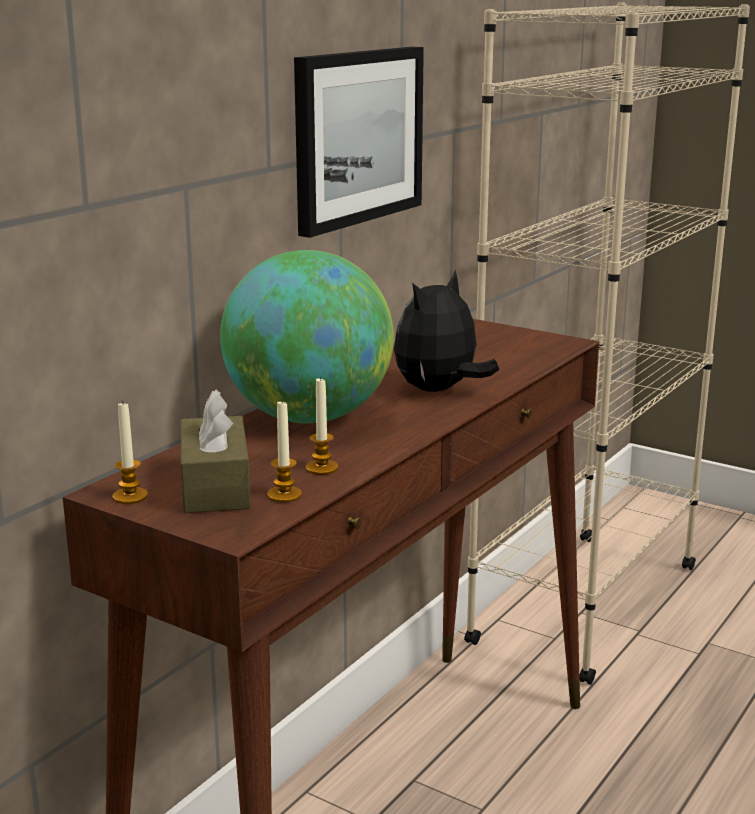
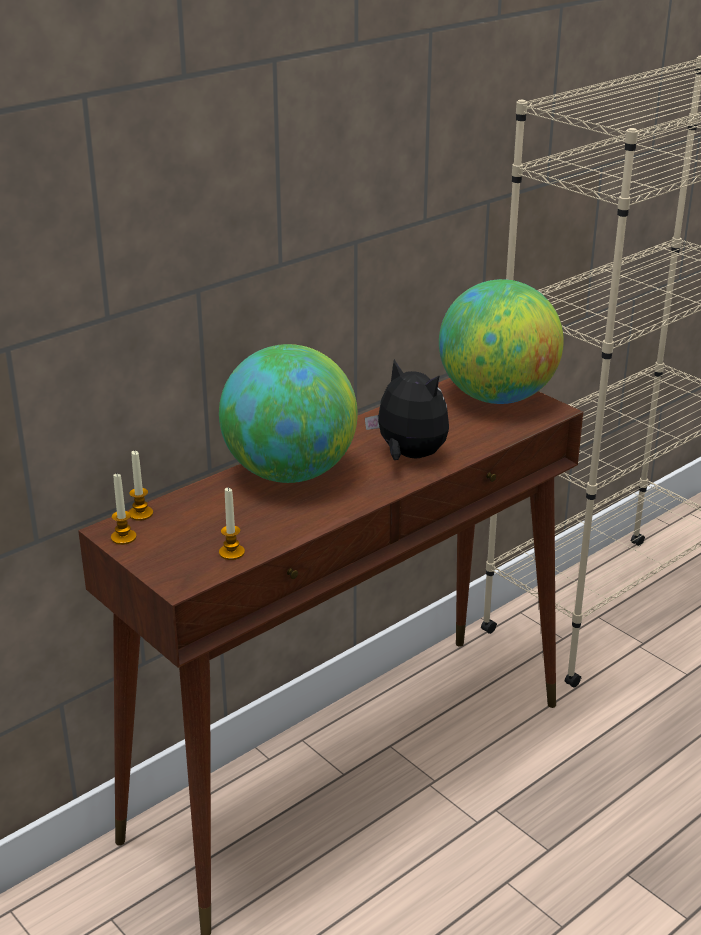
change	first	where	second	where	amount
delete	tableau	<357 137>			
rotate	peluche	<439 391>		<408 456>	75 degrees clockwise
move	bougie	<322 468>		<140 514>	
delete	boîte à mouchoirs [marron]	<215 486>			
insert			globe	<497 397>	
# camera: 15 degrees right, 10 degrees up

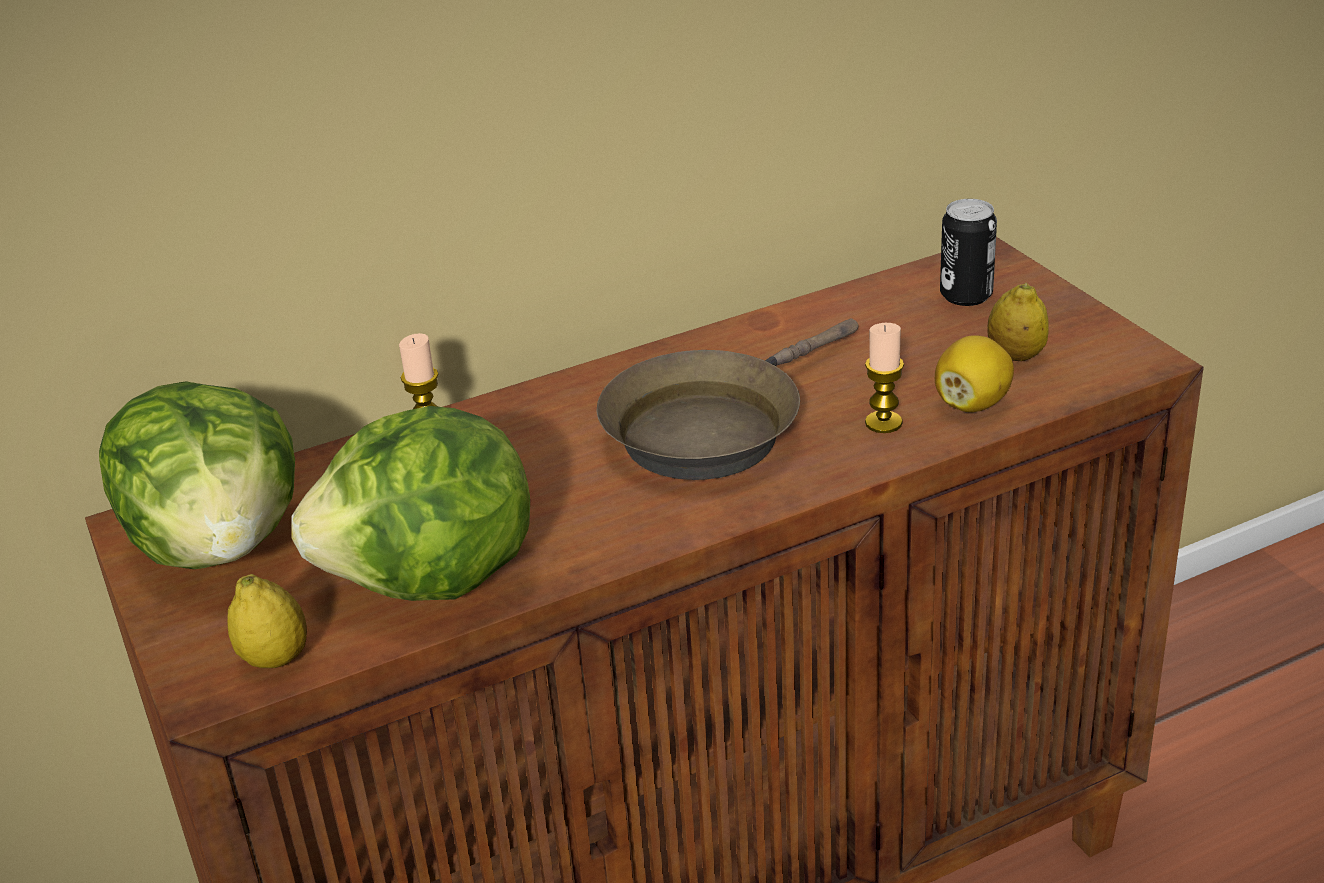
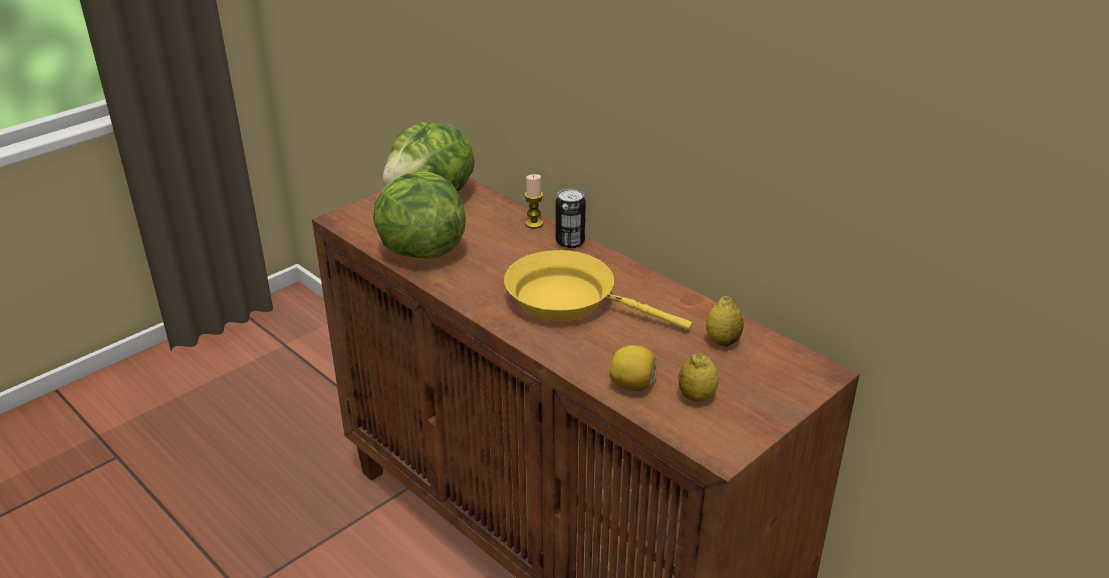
change	first	where	second	where	amount
move	boîte métallique	<966 295>		<570 242>	
recolor	poêle [marron]	<712 428>	poêle [jaune]	<569 300>	
delete	bougie	<883 423>			
move	citron	<275 659>		<722 341>	
# camera: 70 degrees right, 0 degrees up

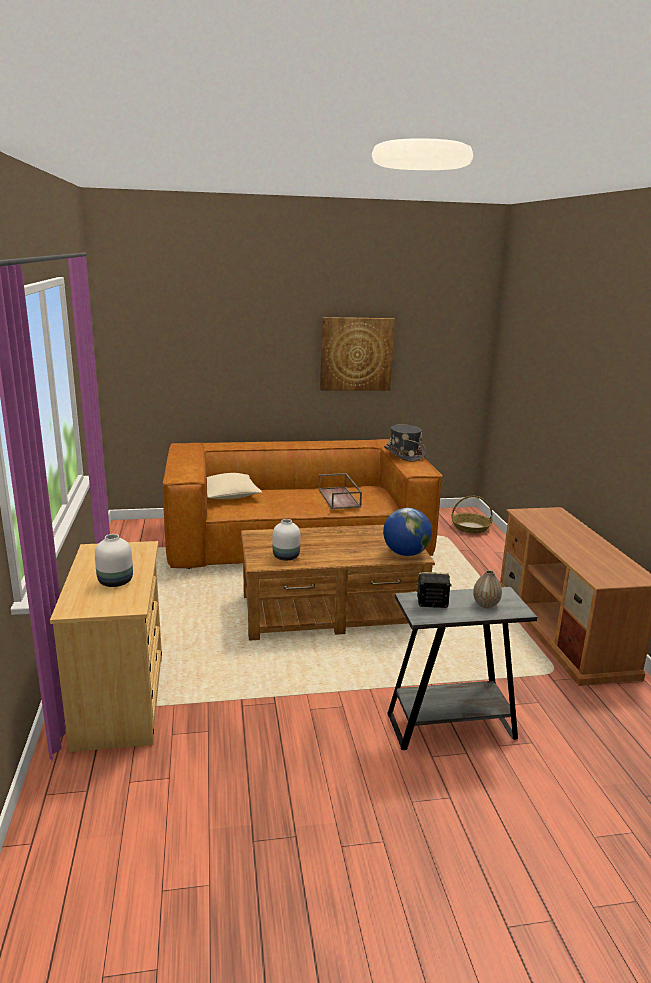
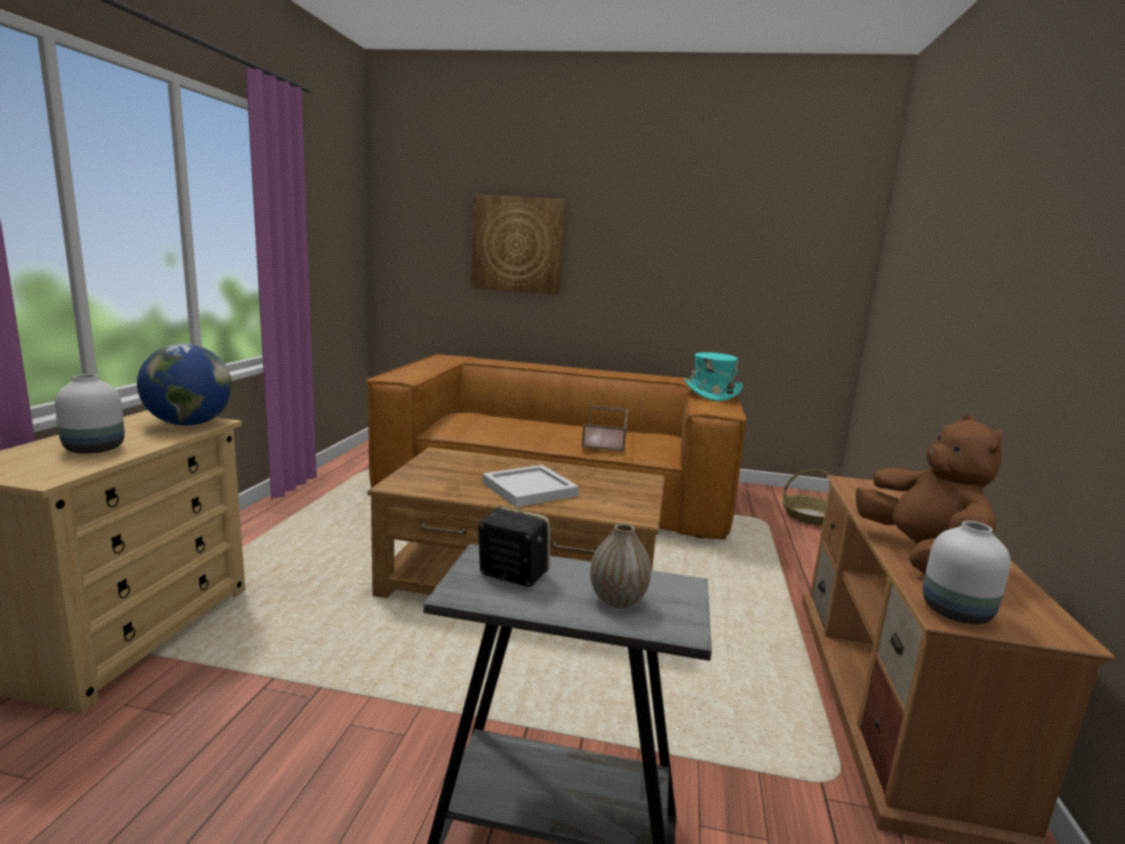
change	first	where	second	where	amount
move	tableau	<356 354>		<517 245>	
recolor	chapeau [gris]	<404 455>	chapeau [turquoise]	<711 394>	
delete	coussin [beige]	<229 495>			
move	globe	<406 553>		<189 424>	
move	vase [blanc]	<285 557>		<955 613>	
insert			peluche [marron]	<920 556>	
insert			plateau [blanc]	<531 489>	
# camera: 20 degrees right, 5 degrees down

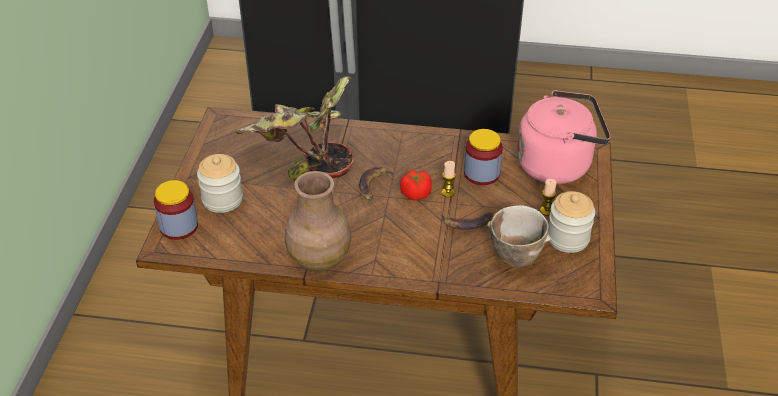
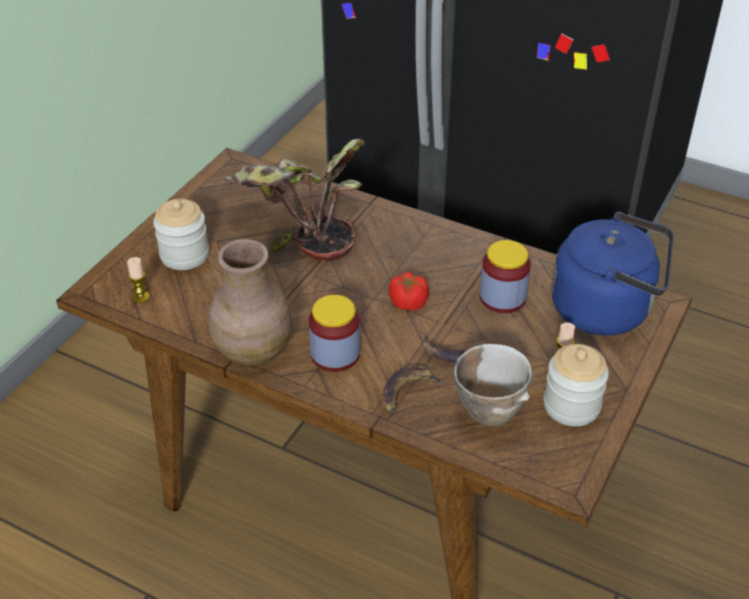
change	first	where	second	where	amount
recolor	bouilloire [rose]	<558 164>	bouilloire [bleu]	<607 310>	
move	bougie	<448 193>		<141 297>	
move	banane	<374 185>		<407 392>	
move	bocal	<179 226>		<335 354>	
# camera: 20 degrees right, 0 degrees up

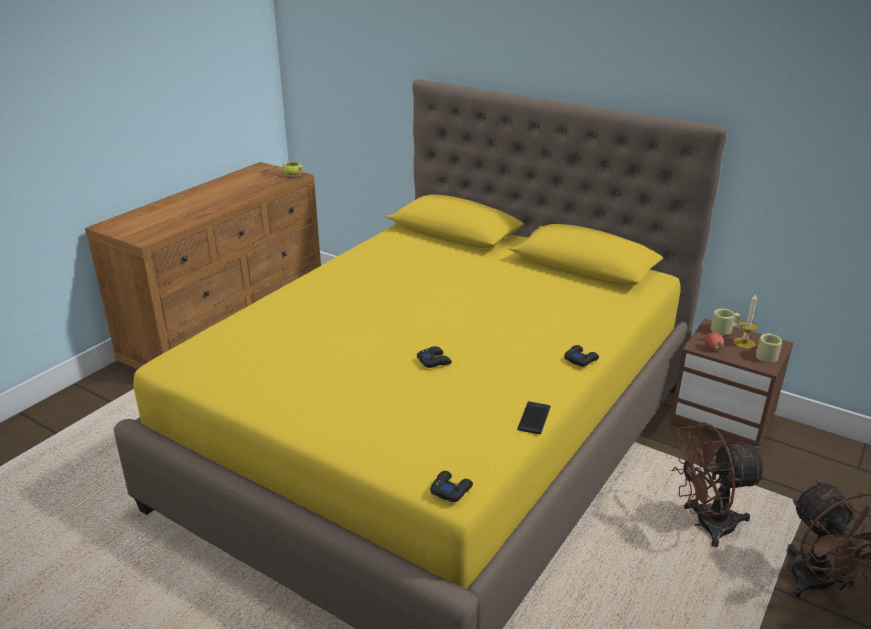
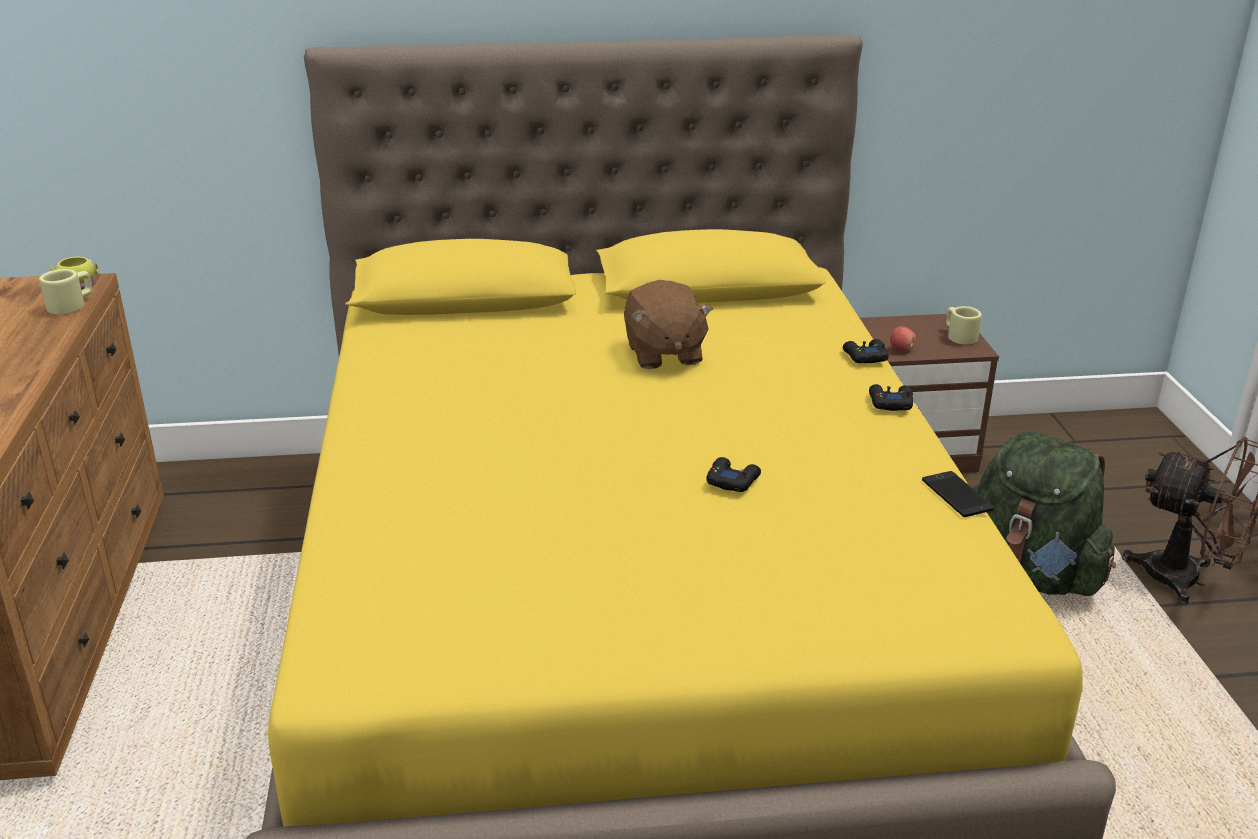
change	first	where	second	where	amount
delete	bougie	<744 343>			
move	mug [beige]	<724 330>		<72 305>	
replace	ventilateur [marron]	<705 525>	sac à dos [vert]	<1028 574>	
move	manette [noir]	<451 490>		<864 356>	
insert			peluche [marron]	<663 354>	
# camera: 40 degrees left, 0 degrees up

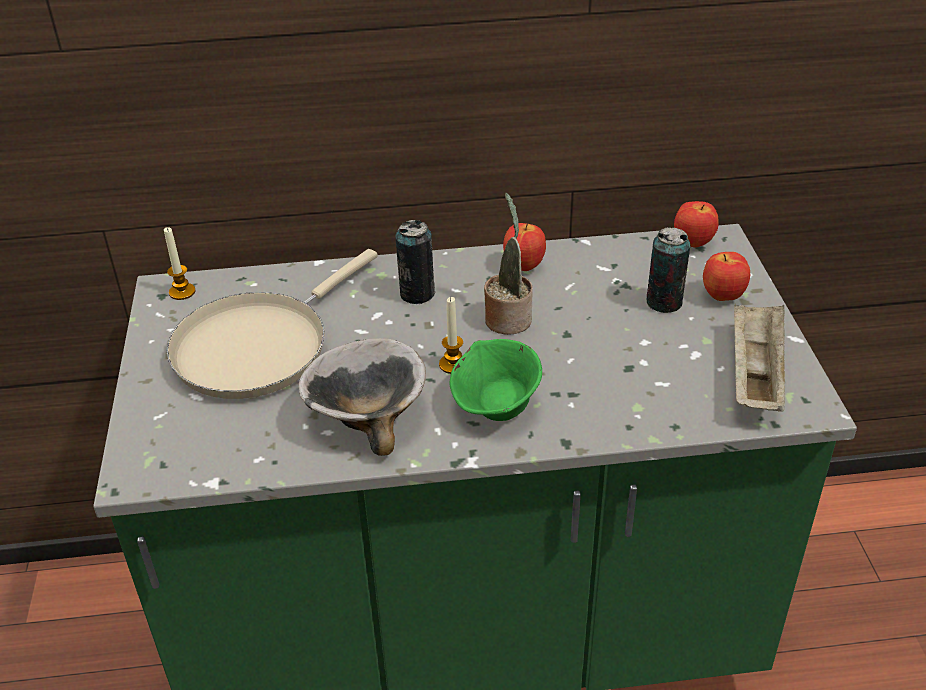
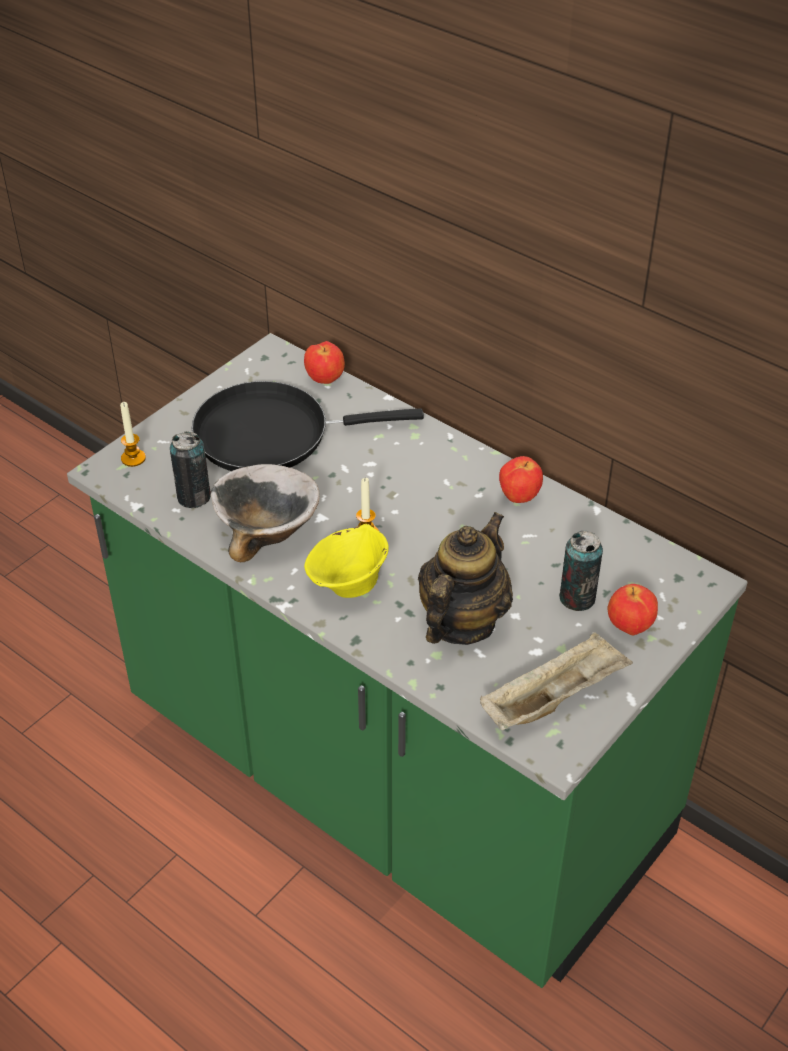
change	first	where	second	where	amount
delete	plante en pot	<508 318>			
move	pomme	<693 243>		<325 379>	
move	boîte métallique	<417 293>		<194 497>	
move	bougie	<182 292>		<133 458>	
recolor	poêle [beige]	<258 346>	poêle [noir]	<272 434>	
recolor	bol [vert]	<496 409>	bol [jaune]	<348 584>	
insert			théière	<461 622>	
# camera: 45 degrees right, 5 degrees up

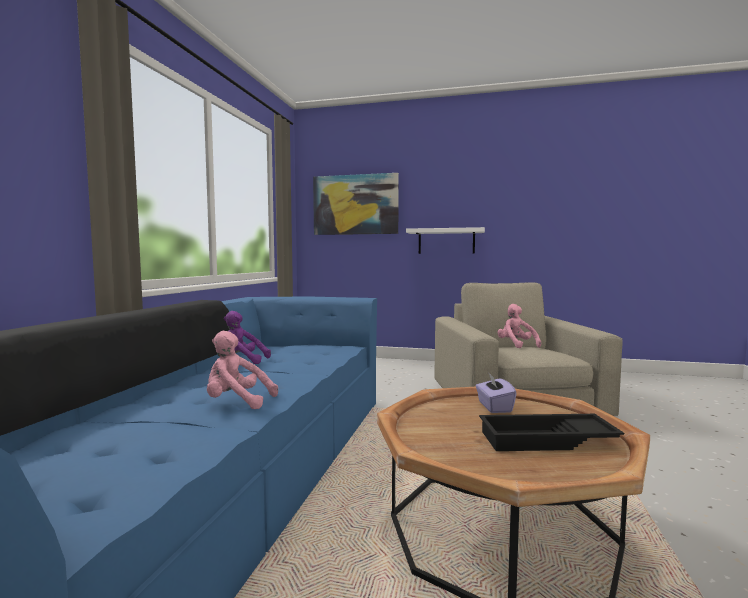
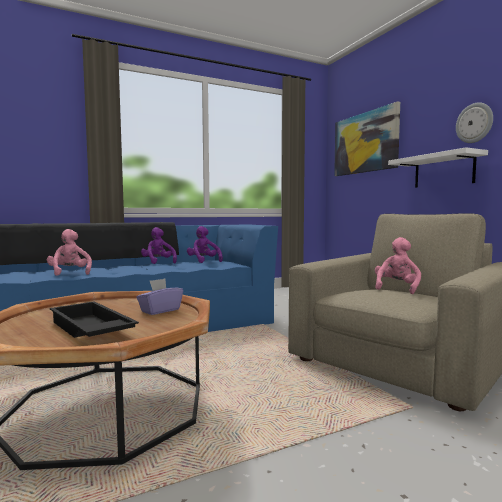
change	first	where	second	where	amount
insert			horloge murale	<474 123>	
insert			peluche [violet]	<203 261>	
# camera: 50 degrees right, 0 degrees up

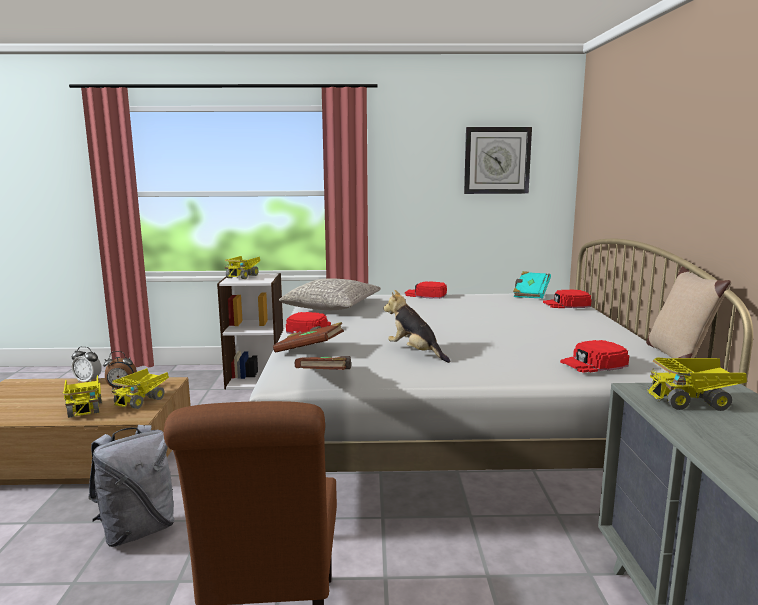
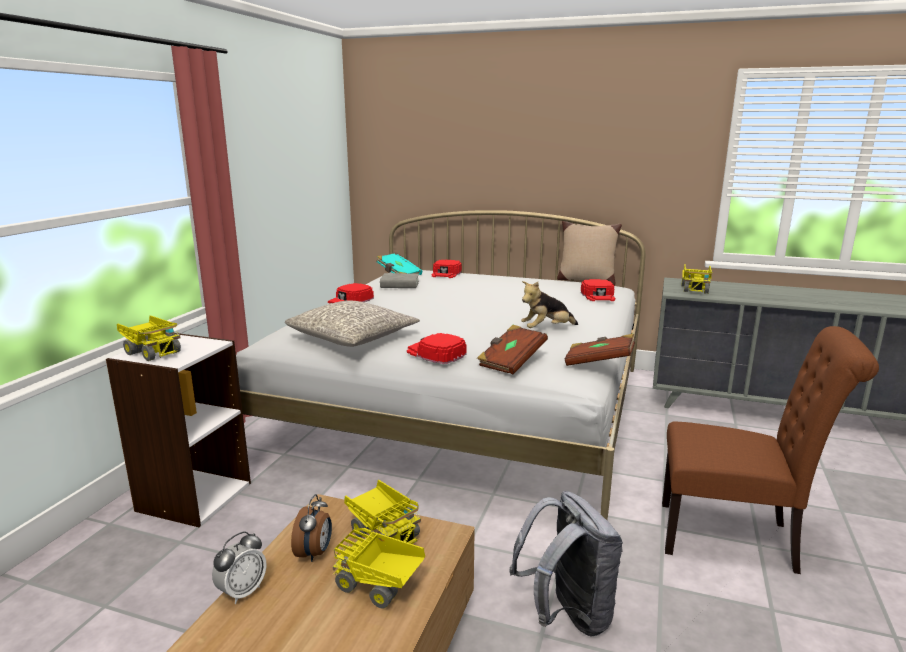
change	first	where	second	where	amount
delete	horloge murale	<497 160>			
rotate	camion jouet	<84 408>		<379 586>	150 degrees counterclockwise
insert			livre [gris]	<399 285>	
# camera: 70 degrees left, 5 degrees up

